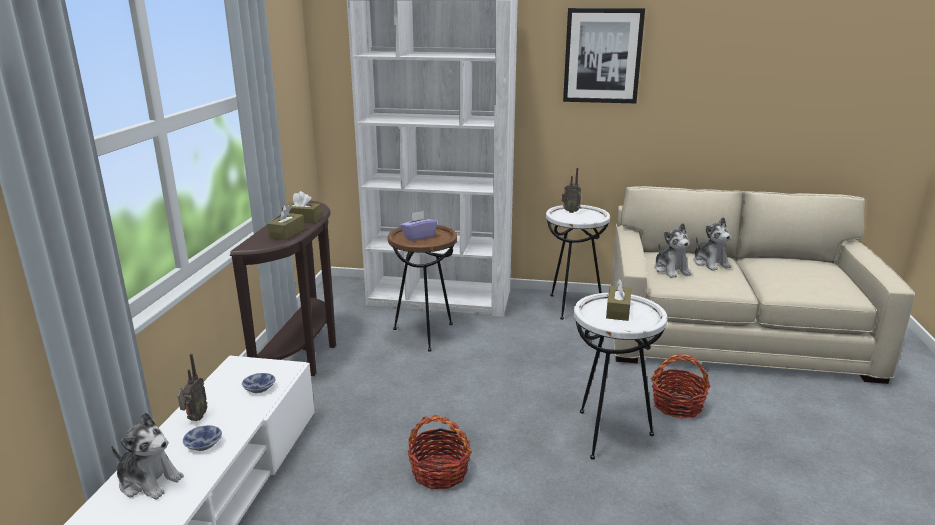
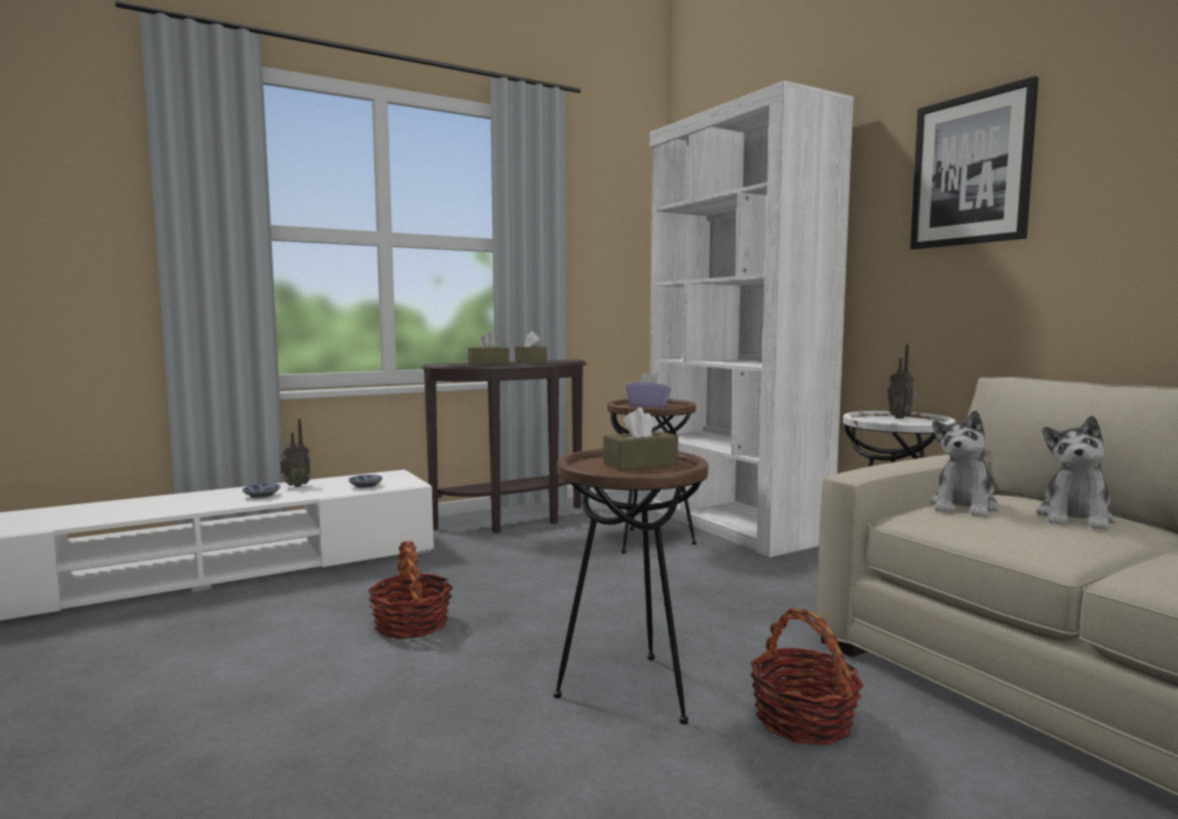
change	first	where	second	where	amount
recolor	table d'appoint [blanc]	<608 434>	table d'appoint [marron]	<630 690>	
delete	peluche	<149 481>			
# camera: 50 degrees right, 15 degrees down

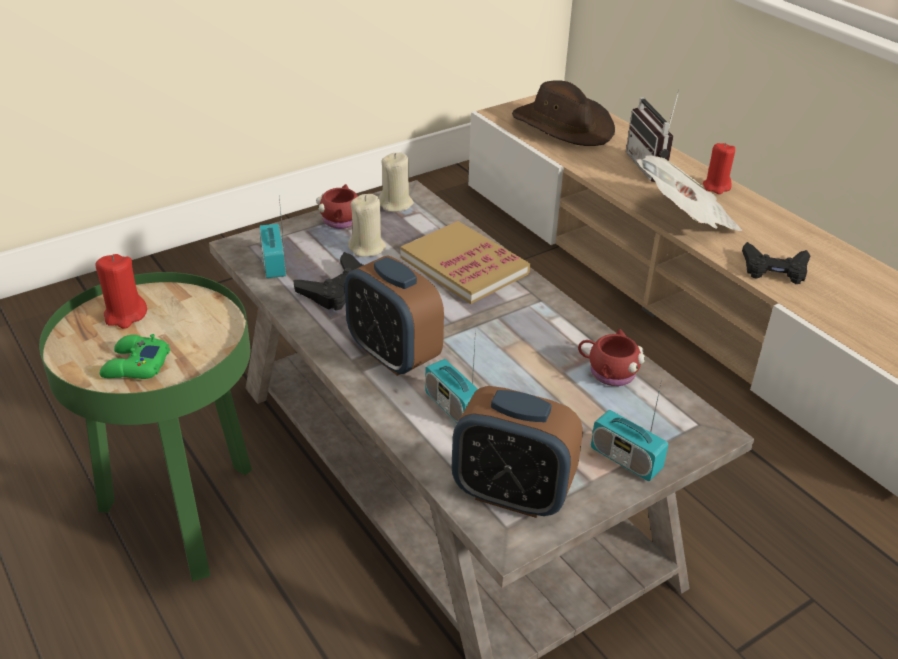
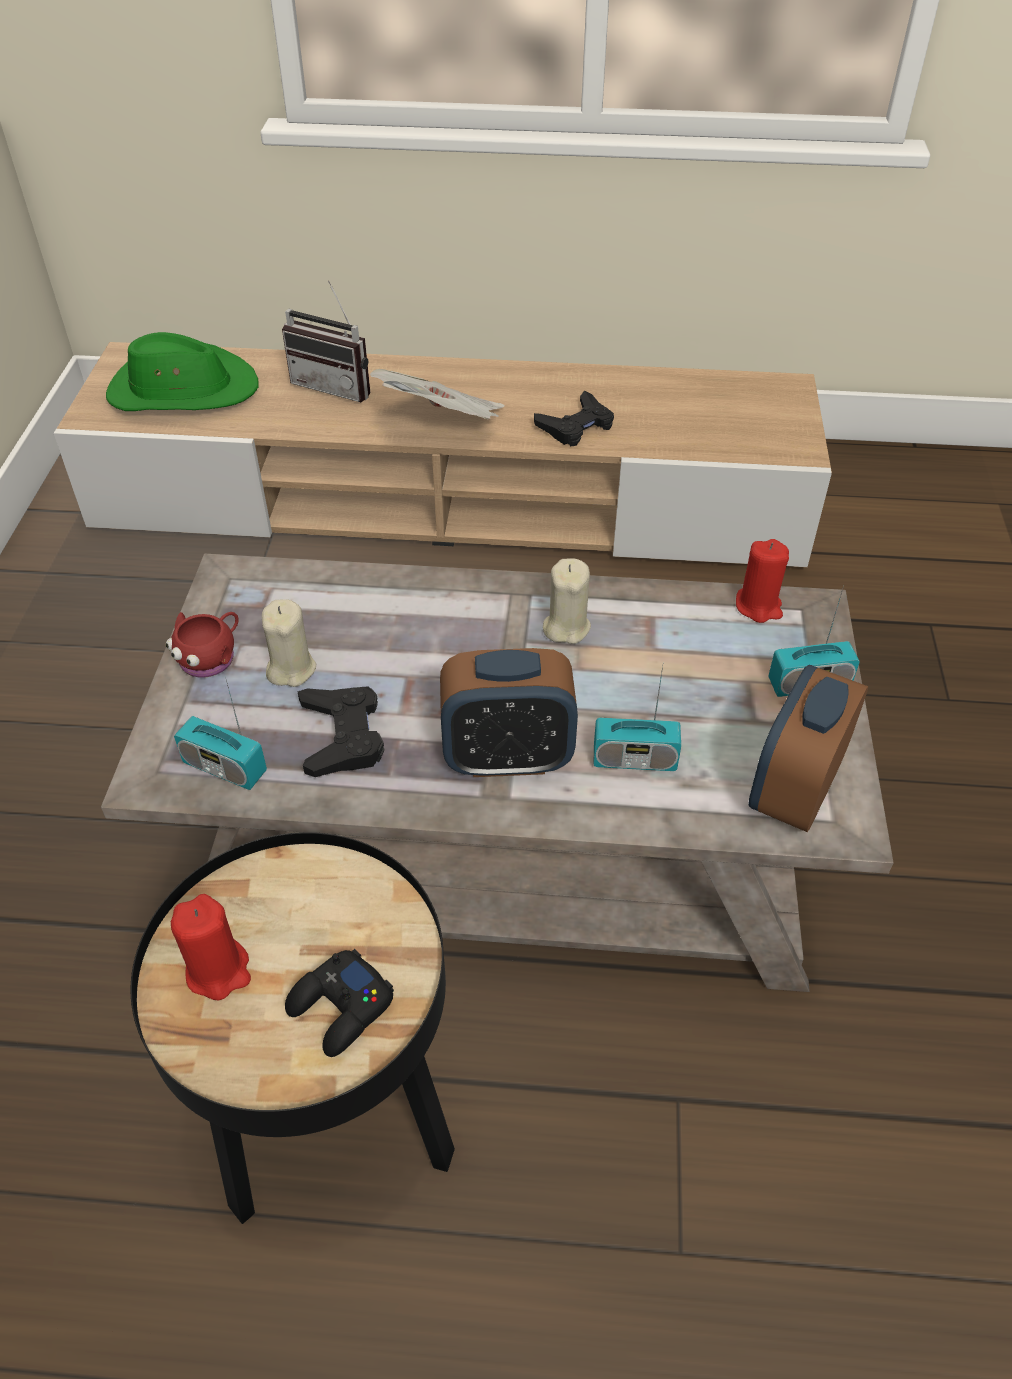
change	first	where	second	where	amount
recolor	chapeau [marron]	<563 126>	chapeau [vert]	<182 390>	
move	bougie [rouge]	<716 187>		<758 606>	
move	bougie [beige]	<396 204>		<566 627>	
delete	livre	<464 266>			
recolor	table d'appoint [vert]	<183 514>	table d'appoint [noir]	<334 1126>	
delete	mug [rouge]	<608 372>			
recolor	manette [vert]	<135 365>	manette [noir]	<341 1008>	
rotate	réveil	<512 494>		<793 790>	150 degrees clockwise
# camera: 50 degrees left, 10 degrees up

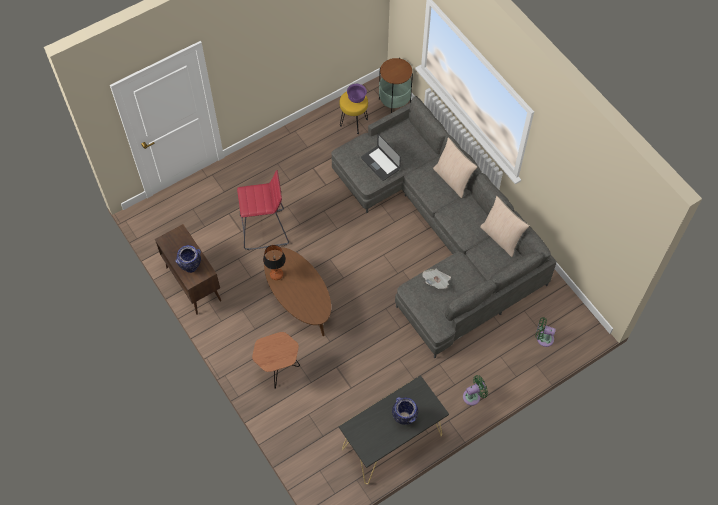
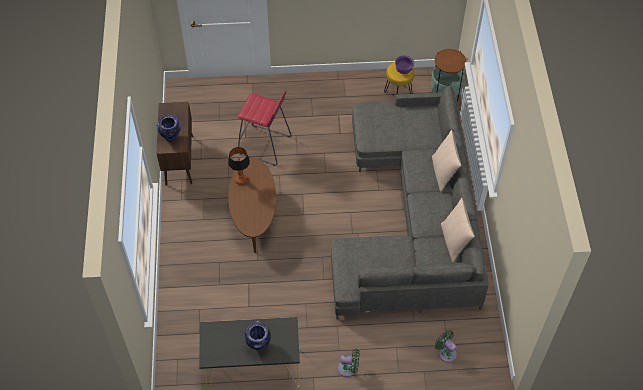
change	first	where	second	where	amount
delete	ordinateur portable	<380 164>			
delete	journal	<437 282>			
delete	table d'appoint [marron]	<278 372>			
# camera: 30 degrees right, 5 degrees down

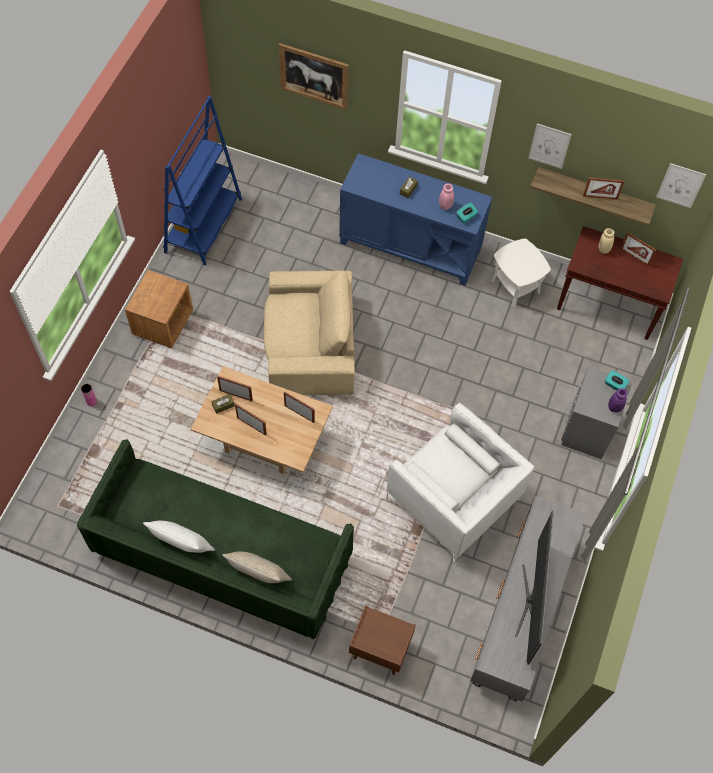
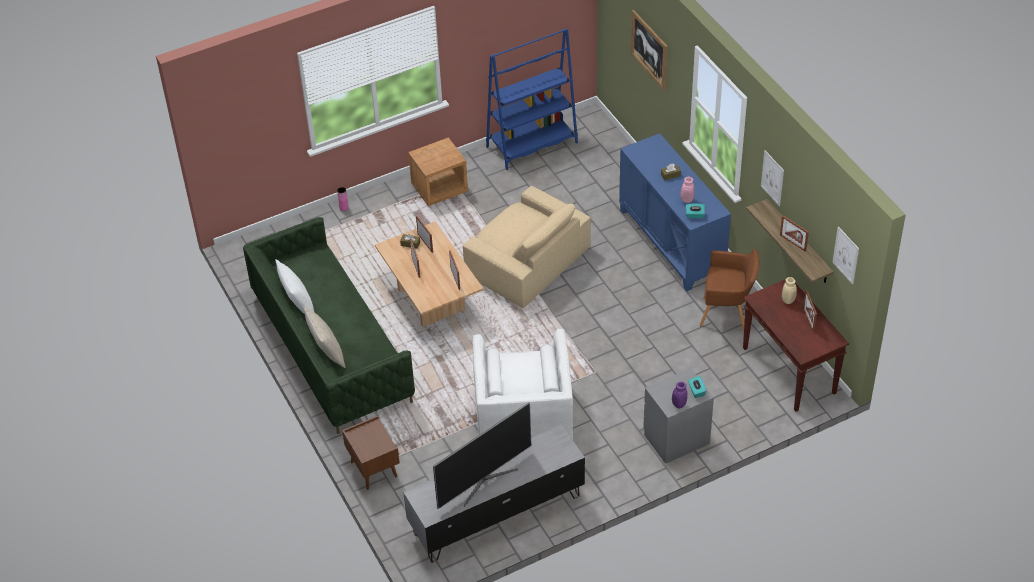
change	first	where	second	where	amount
replace	table d'appoint [blanc]	<516 286>	fauteuil [marron]	<727 314>	
# camera: 45 degrees right, 15 degrees down

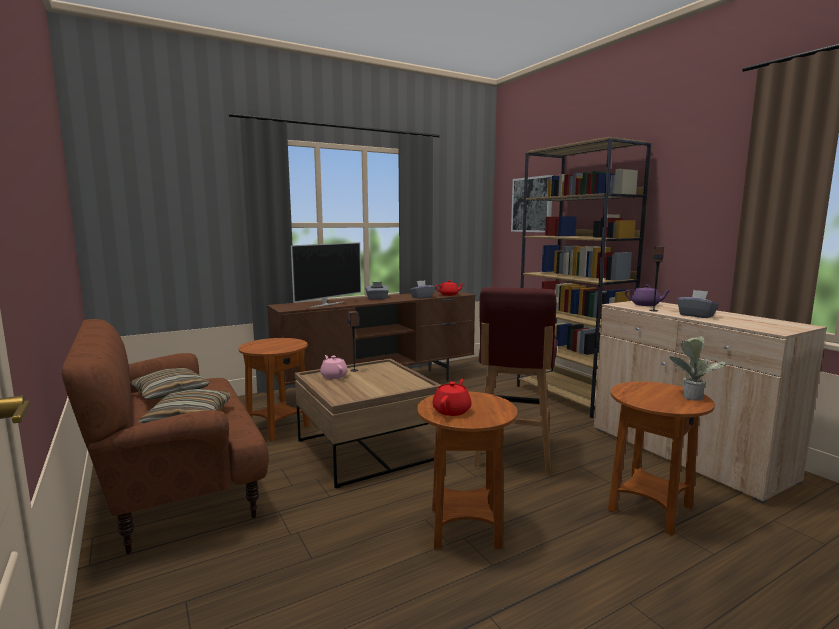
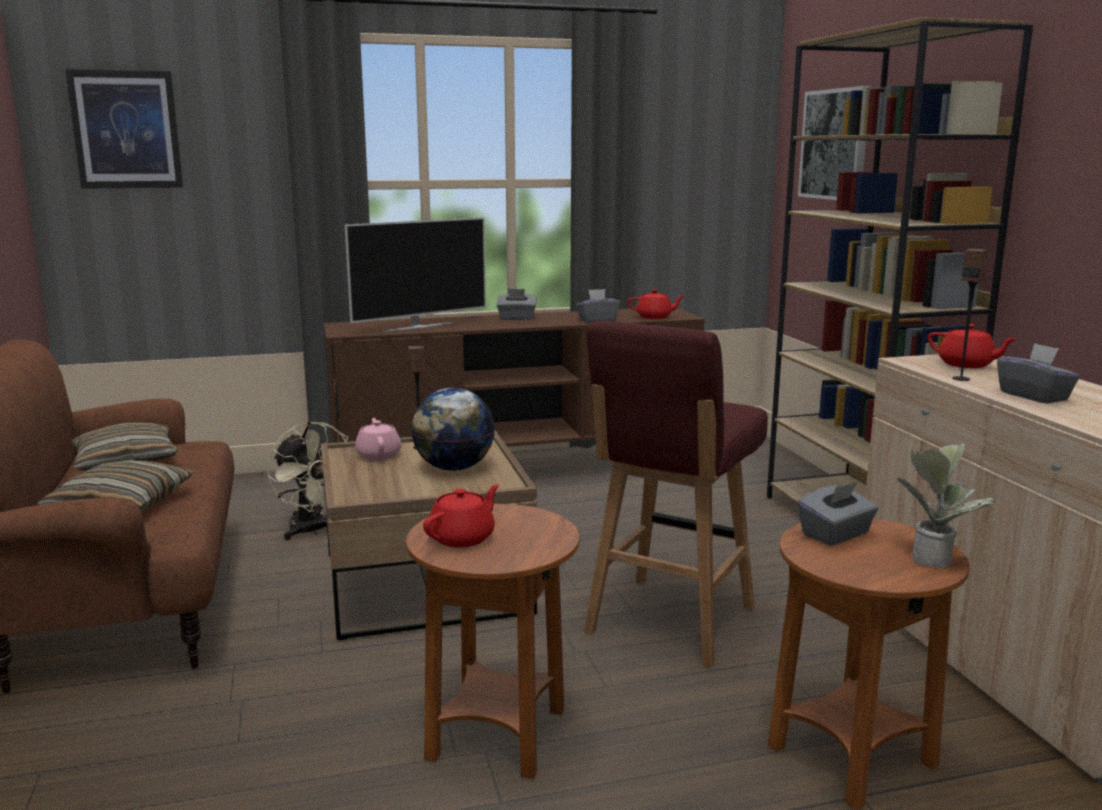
change	first	where	second	where	amount
recolor	théière [violet]	<646 305>	théière [rouge]	<966 365>	
replace	table d'appoint [marron]	<278 428>	ventilateur [beige]	<312 531>	
insert			tableau	<126 130>	
insert			globe	<453 468>	
insert			boîte à mouchoirs [gris]	<836 535>	
# camera: 15 degrees right, 5 degrees up

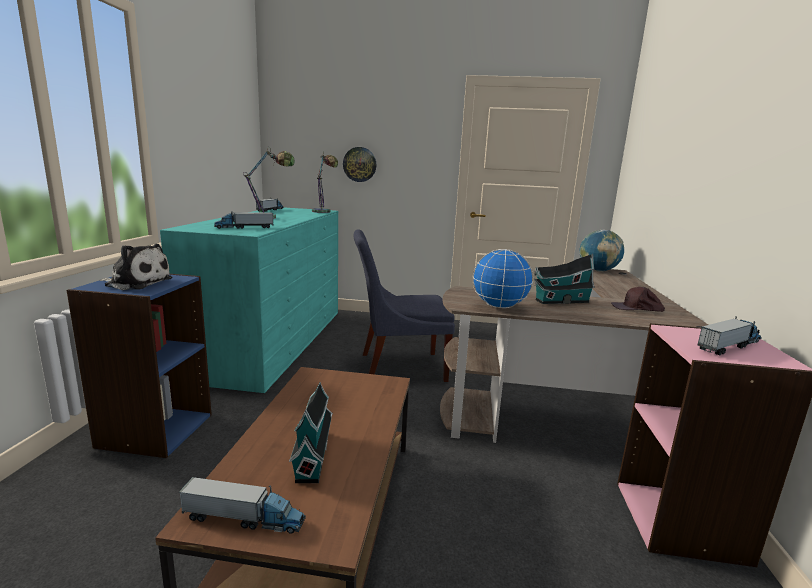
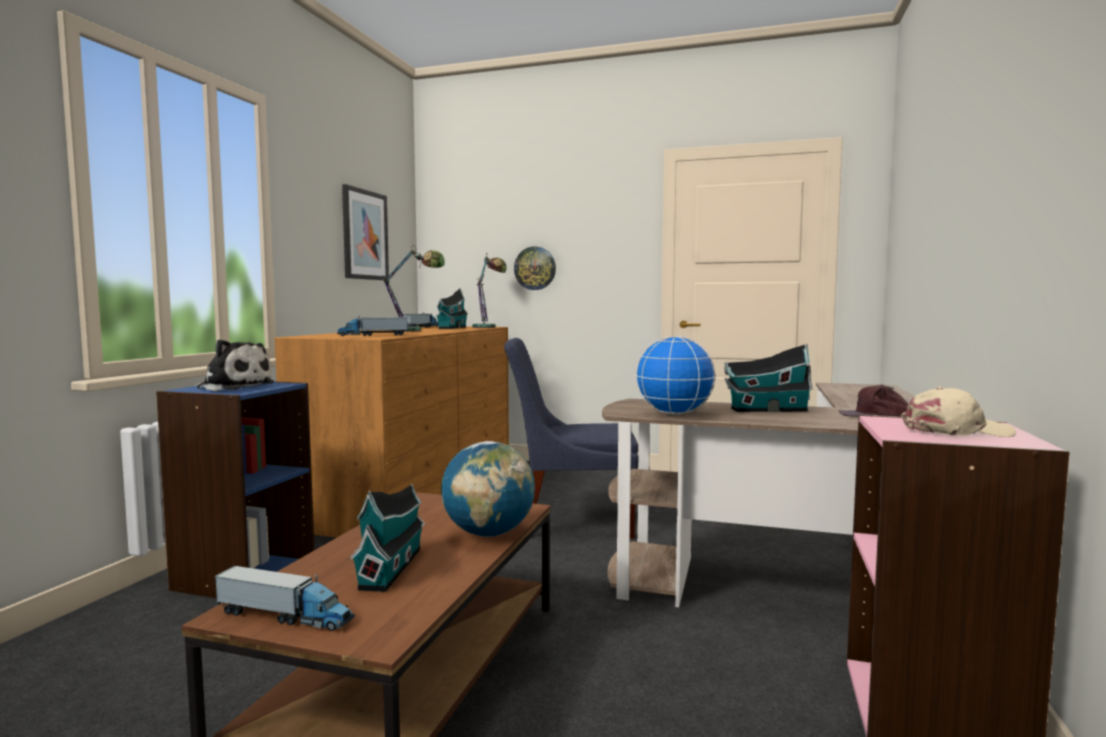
change	first	where	second	where	amount
recolor	commode [turquoise]	<273 341>	commode [marron]	<415 491>	
move	globe	<598 270>		<488 534>	
replace	camion jouet	<729 346>	casquette [beige]	<956 431>	
insert			tableau	<365 235>	
insert			maison miniature	<451 328>	
# camera: 10 degrees right, 10 degrees down

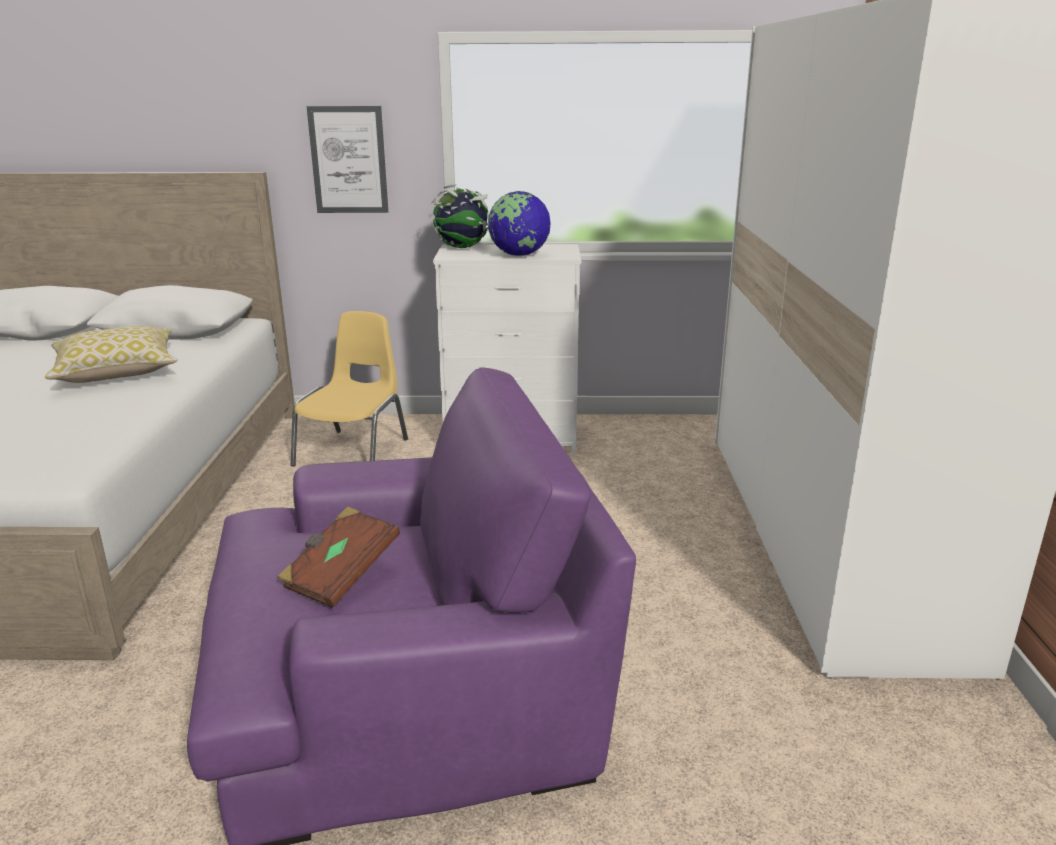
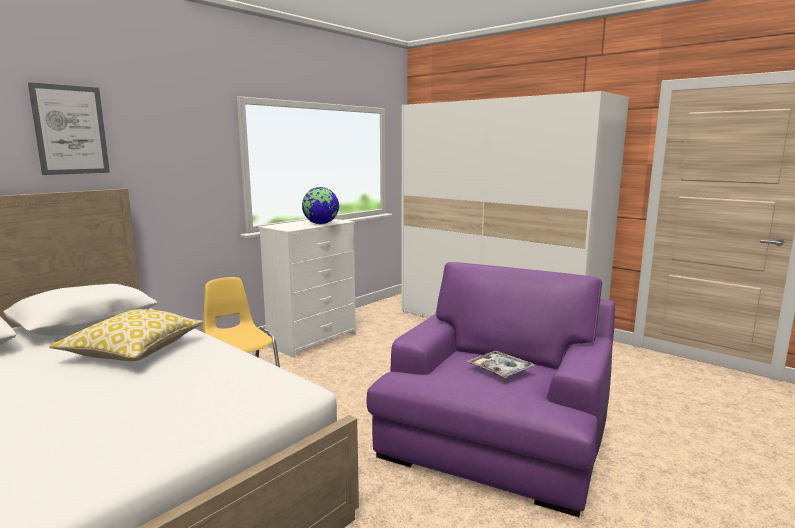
change	first	where	second	where	amount
move	tableau	<348 160>		<70 130>	
delete	globe	<462 247>			
replace	livre [marron]	<340 575>	plateau	<500 370>	
# camera: 50 degrees left, 10 degrees down

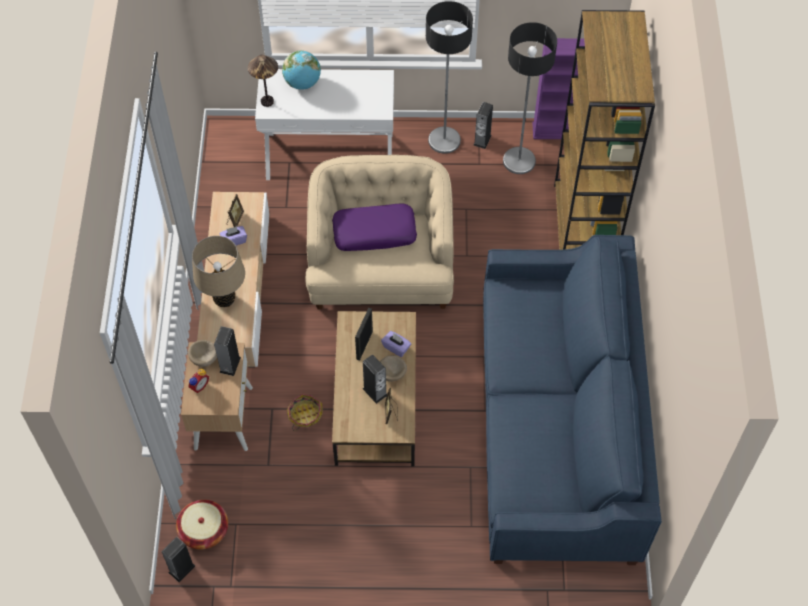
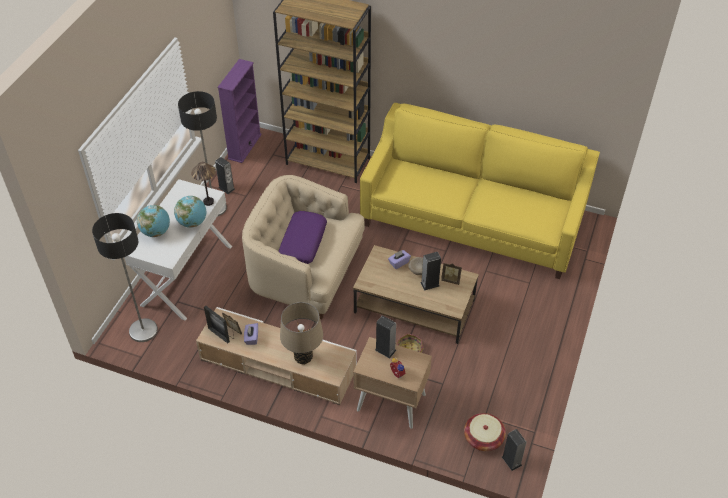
change	first	where	second	where	amount
move	lampadaire	<519 161>		<143 330>	
move	lampe de table	<267 102>		<208 202>	
recolor	canapé [bleu]	<556 428>	canapé [jaune]	<472 220>	
move	cadre photo	<364 345>		<218 335>	
delete	bol [beige]	<204 359>			
insert			globe	<192 222>	
# camera: 70 degrees left, 10 degrees down

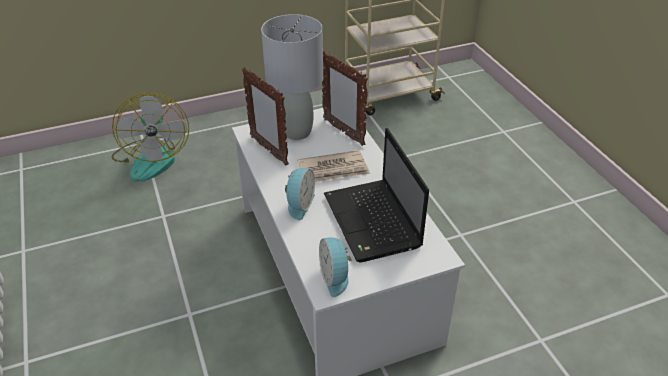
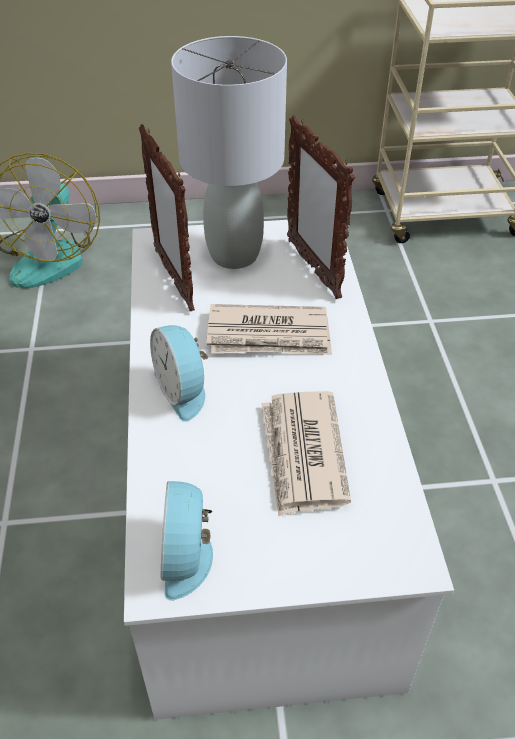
change	first	where	second	where	amount
replace	ordinateur portable	<373 222>	journal	<303 454>	
rotate	réveil	<299 204>		<183 390>	120 degrees clockwise
# camera: 15 degrees right, 5 degrees up

